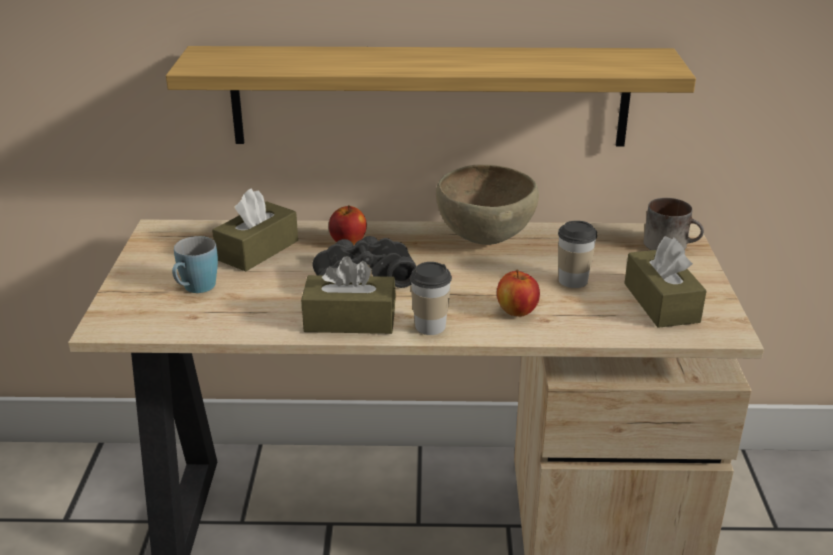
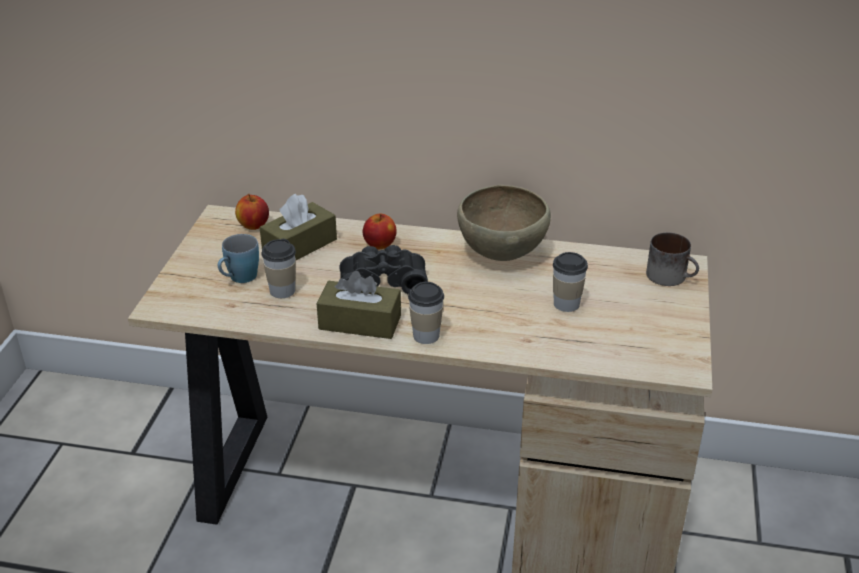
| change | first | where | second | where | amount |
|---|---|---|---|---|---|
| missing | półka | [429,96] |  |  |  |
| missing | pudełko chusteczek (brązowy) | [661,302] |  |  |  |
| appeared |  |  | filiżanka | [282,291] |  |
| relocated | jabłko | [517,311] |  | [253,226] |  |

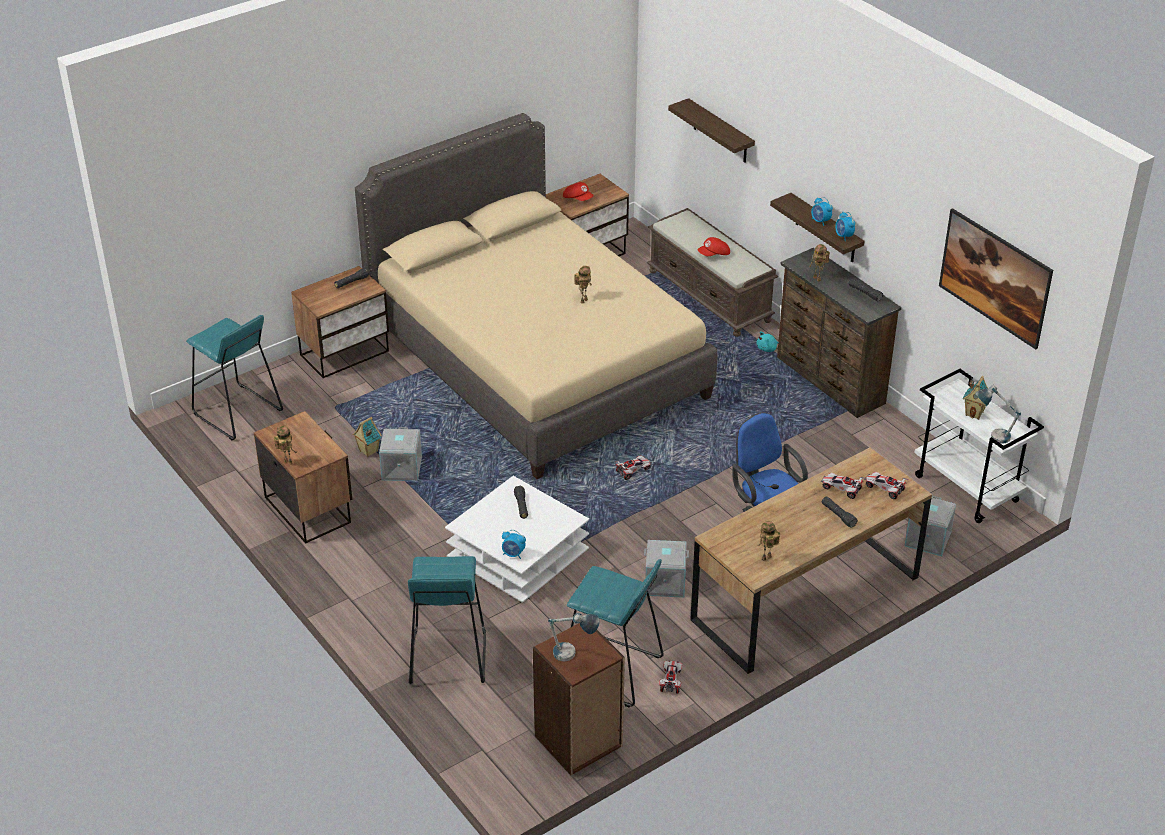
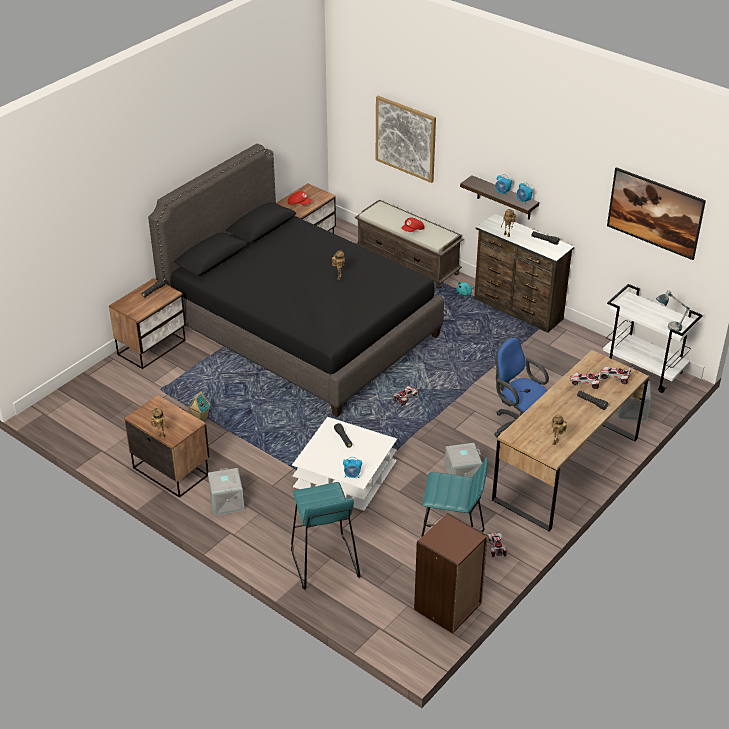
| change | first | where | second | where | amount |
|---|---|---|---|---|---|
| missing | stołek (turkusowy) | [237,413] |  |  |  |
| missing | lampa stołowa | [573,656] |  |  |  |
| missing | domek | [974,413] |  |  |  |
| relocated | pojemnik do przechowywania (szary) | [401,468] |  | [226,502] |  |
| exchanged | półka | [720,132] | obraz | [405,138] |  |
| colour | łóżko (beżowy) | [536,361] | łóżko (czarny) | [300,330] |  |

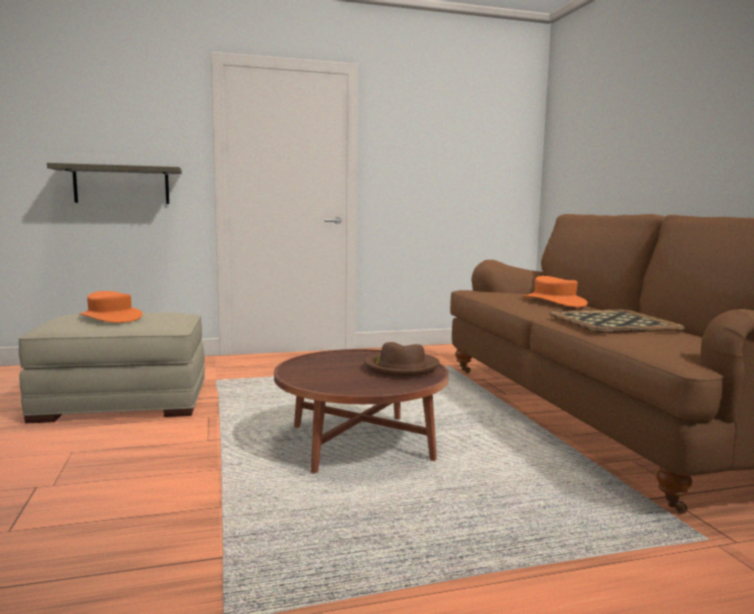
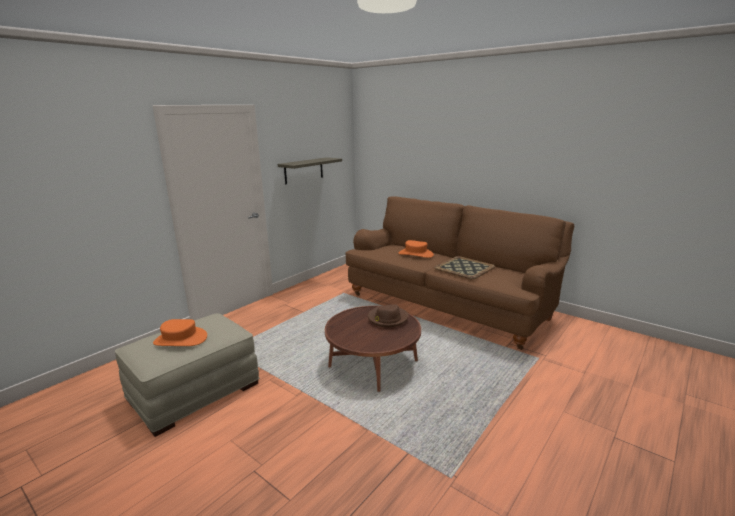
| change | first | where | second | where | amount |
|---|---|---|---|---|---|
| relocated | półka | [122,185] |  | [303,170] |  |

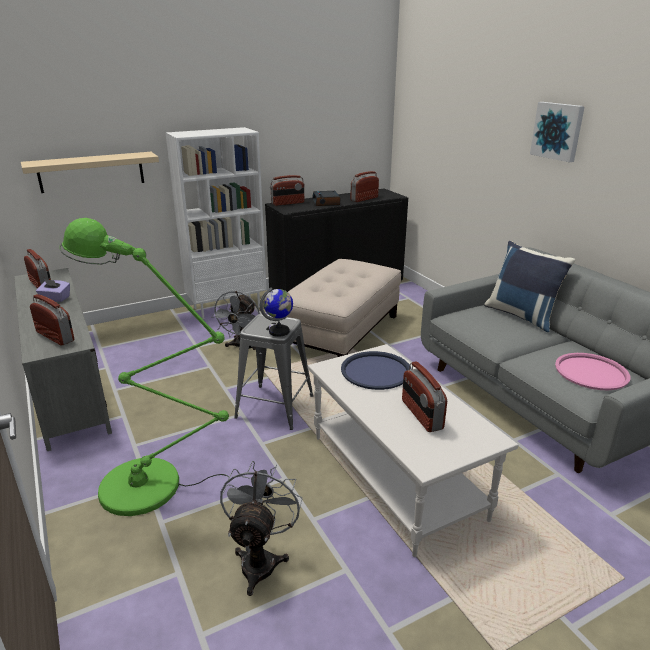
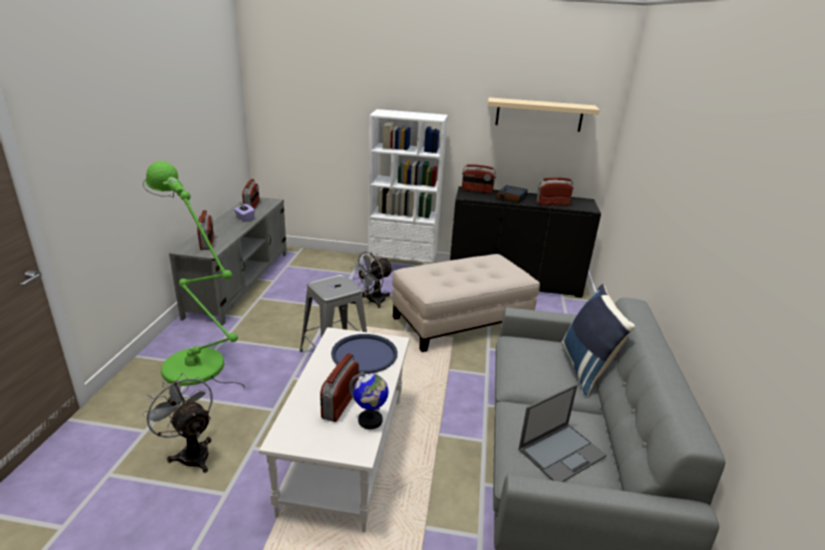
| change | first | where | second | where | amount |
|---|---|---|---|---|---|
| missing | obraz | [558,131] |  |  |  |
| relocated | półka (beżowy) | [91,172] |  | [539,114] |  |
| relocated | globus | [279,332] |  | [370,421] |  |
| exchanged | taca (różowy) | [591,372] | laptop | [562,452] |  |
| spun | wentylator (szary) | [261,559] |  | [191,452] | 90 degrees counterclockwise |

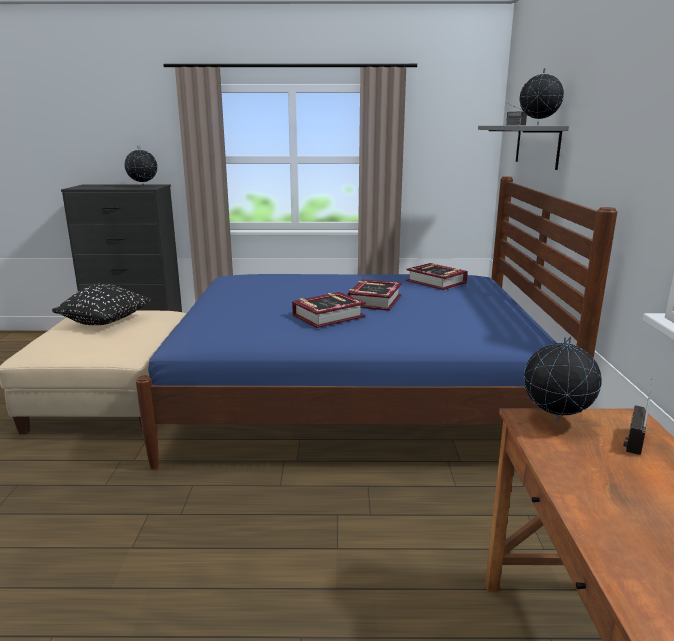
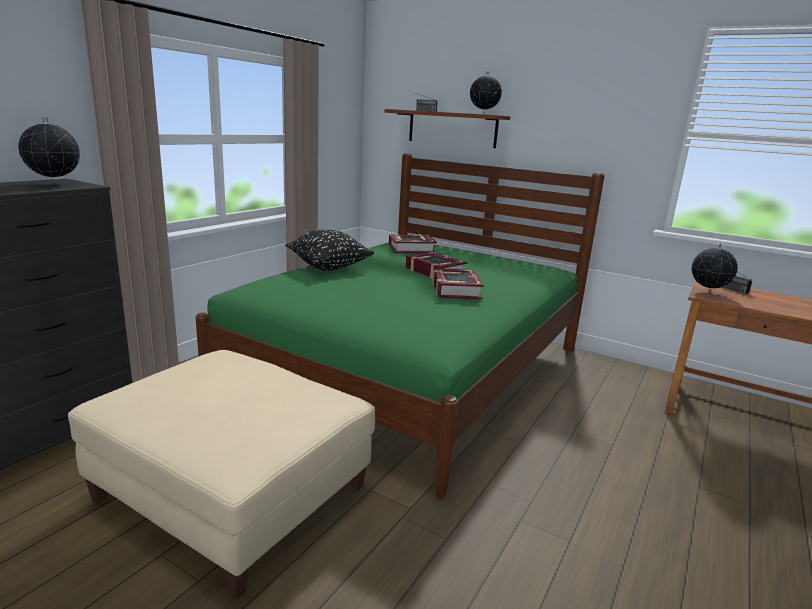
| change | first | where | second | where | amount |
|---|---|---|---|---|---|
| relocated | poduszka (czarny) | [105,322] |  | [329,267] |  |
| colour | łóżko (niebieski) | [355,399] | łóżko (zielony) | [412,369] |  |
| colour | półka (szary) | [537,145] | półka (brązowy) | [452,128] |  |

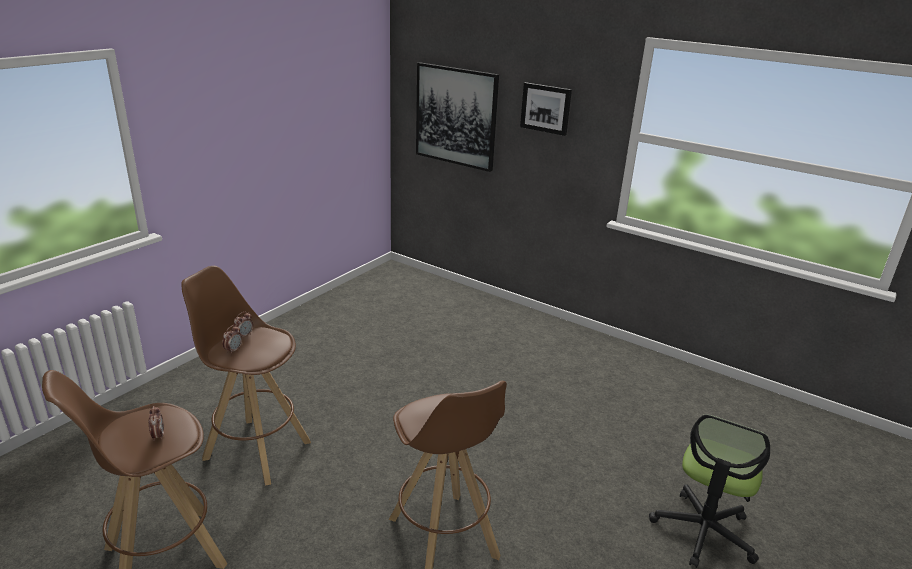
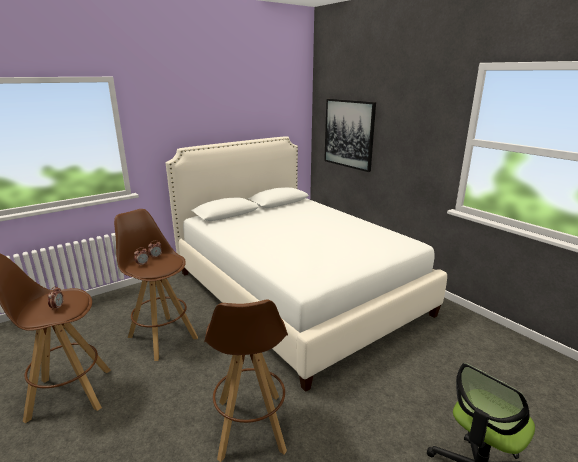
| change | first | where | second | where | amount |
|---|---|---|---|---|---|
| missing | obraz | [546,108] |  |  |  |
| appeared |  |  | łóżko (biały) | [296,292] |  |

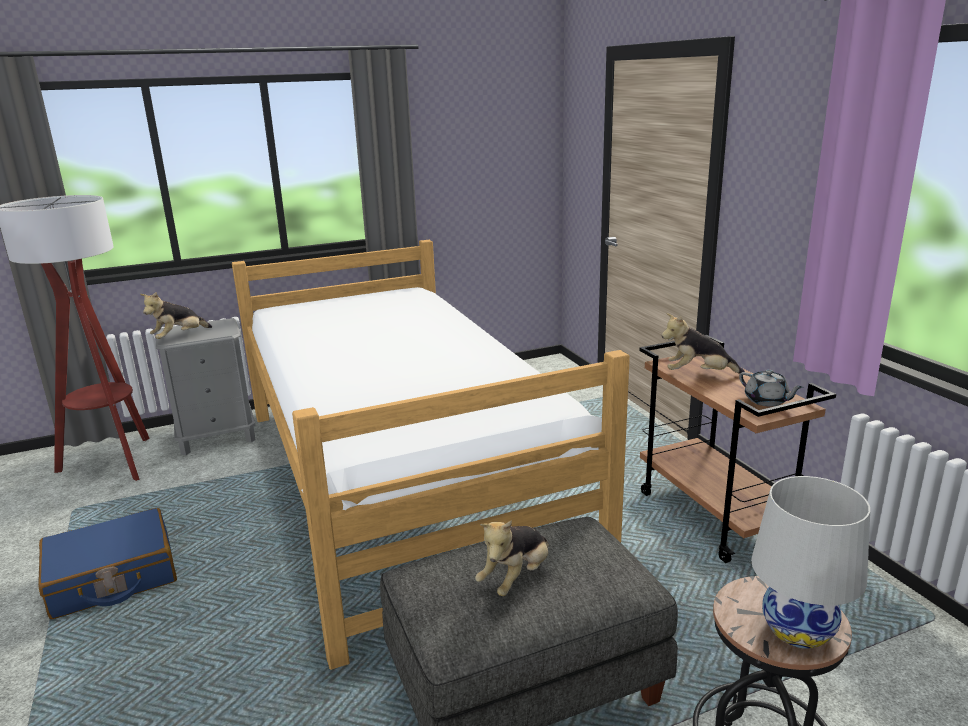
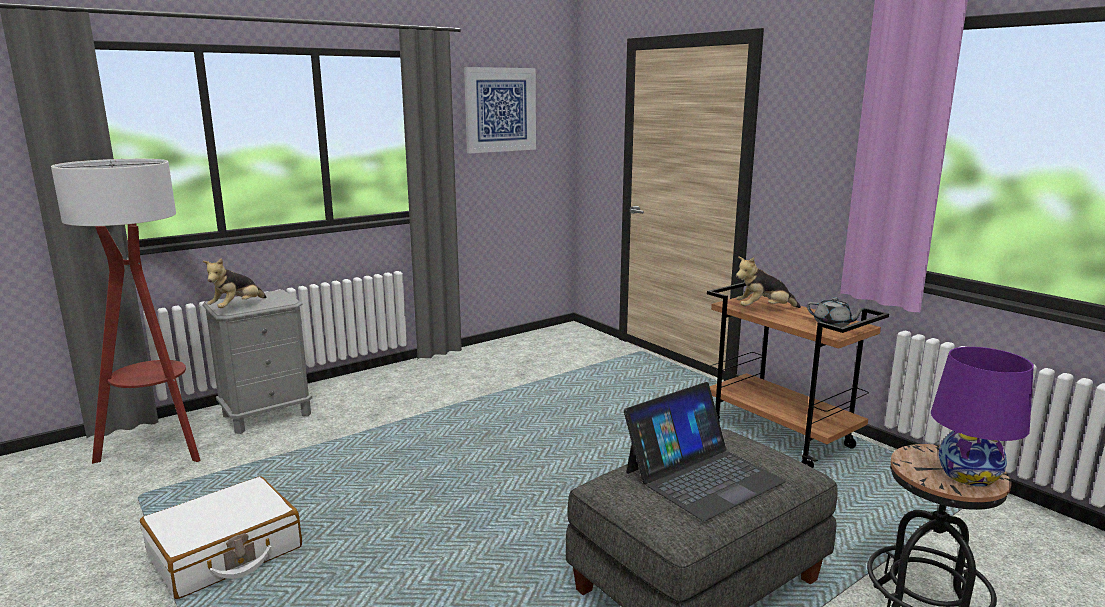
| change | first | where | second | where | amount |
|---|---|---|---|---|---|
| missing | łóżko | [402,482] |  |  |  |
| appeared |  |  | obraz | [500,110] |  |
| exchanged | pluszak | [516,578] | laptop | [702,476] |  |
| colour | walizka (niebieski) | [112,578] | walizka (biały) | [225,552] |  |
| colour | lampa stołowa (biały) | [798,629] | lampa stołowa (fioletowy) | [968,475] |  |

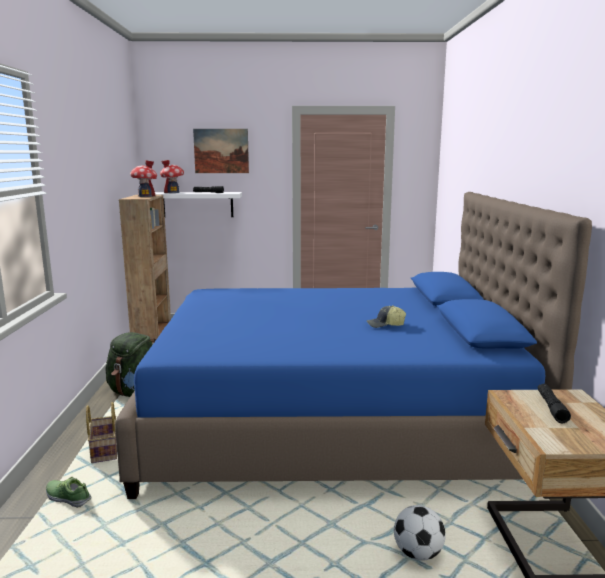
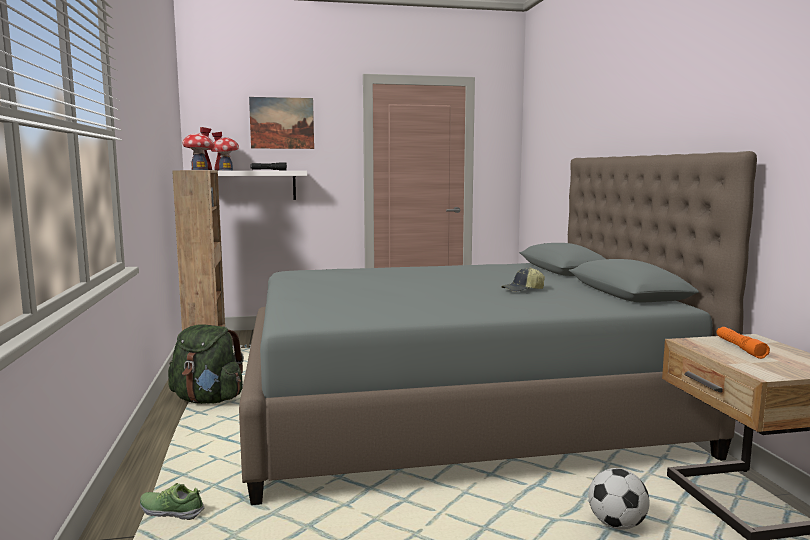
| change | first | where | second | where | amount |
|---|---|---|---|---|---|
| missing | koszyk | [103,450] |  |  |  |
| colour | łóżko (niebieski) | [331,421] | łóżko (szary) | [457,411] |  |
| colour | latarka (czarny) | [551,408] | latarka (pomarańczowy) | [740,348] |  |

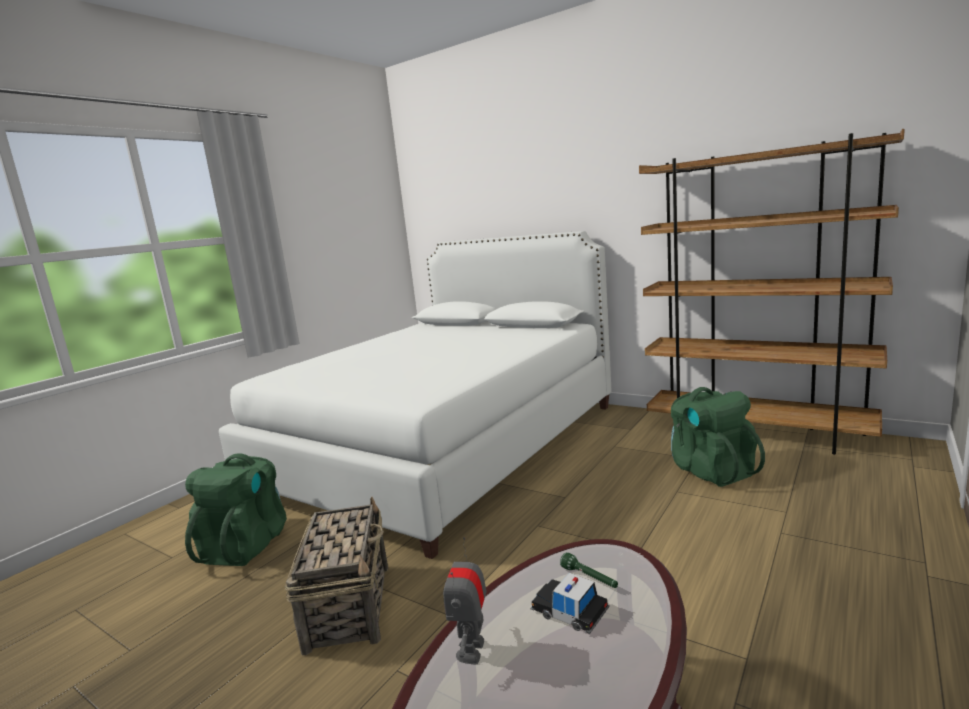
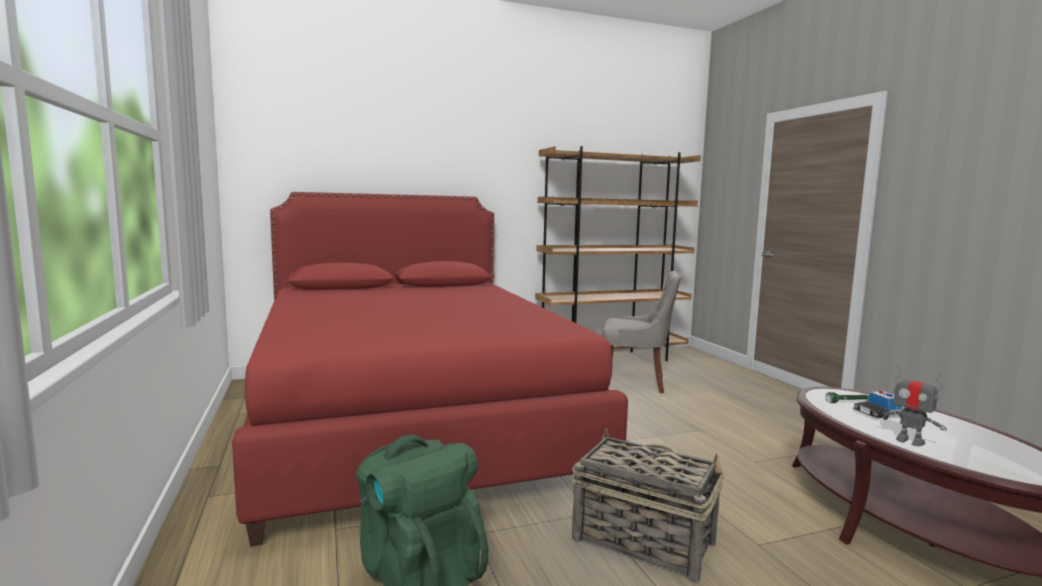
| change | first | where | second | where | amount |
|---|---|---|---|---|---|
| exchanged | plecak (zielony) | [711,470] | krzesło (szary) | [636,382] |  |
| colour | łóżko (biały) | [443,446] | łóżko (czerwony) | [412,421] |  |

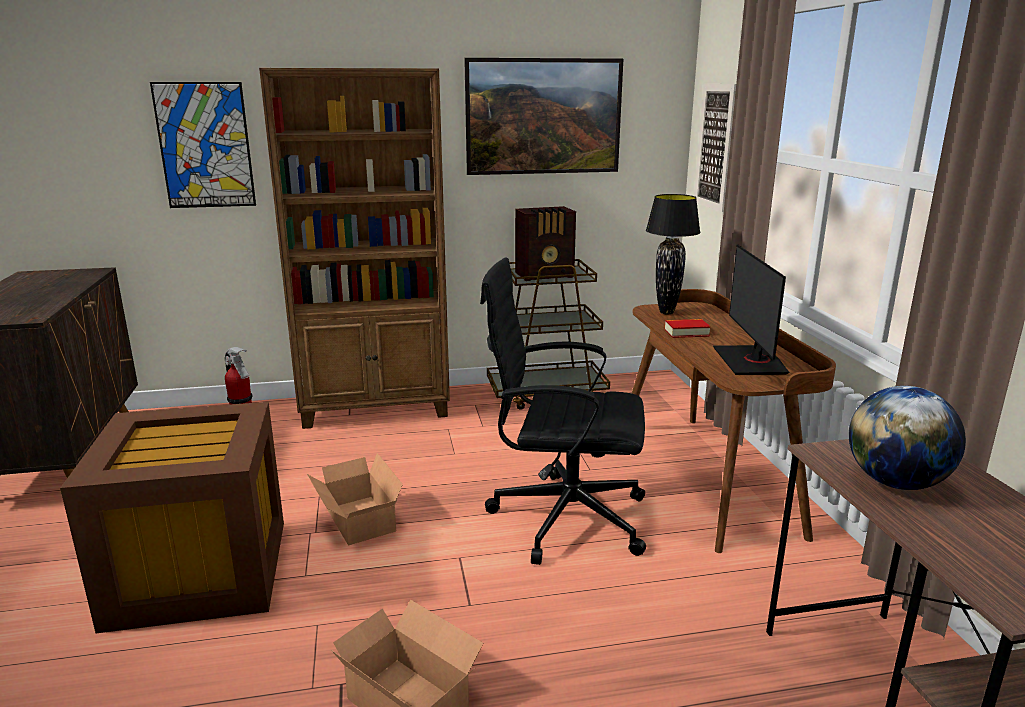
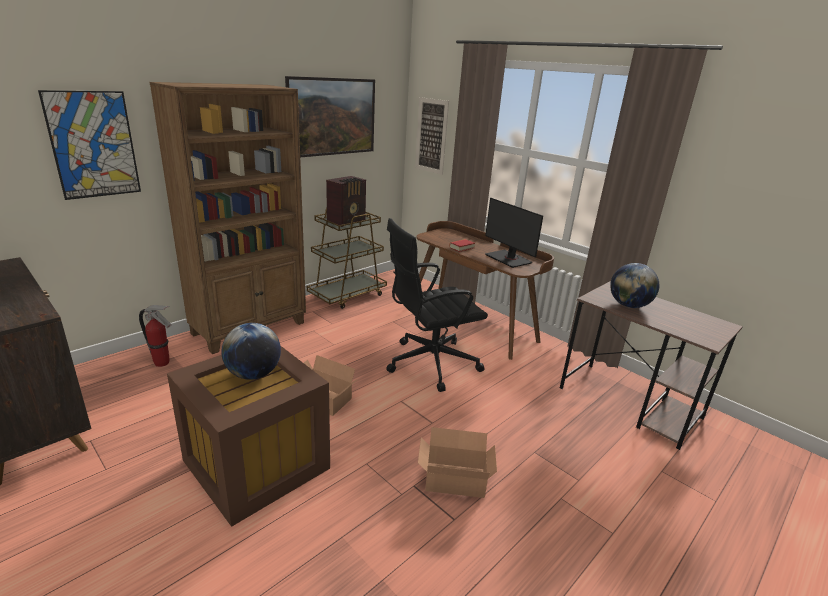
| change | first | where | second | where | amount |
|---|---|---|---|---|---|
| missing | lampa stołowa (czarny) | [666,312] |  |  |  |
| appeared |  |  | globus | [254,374] |  |

